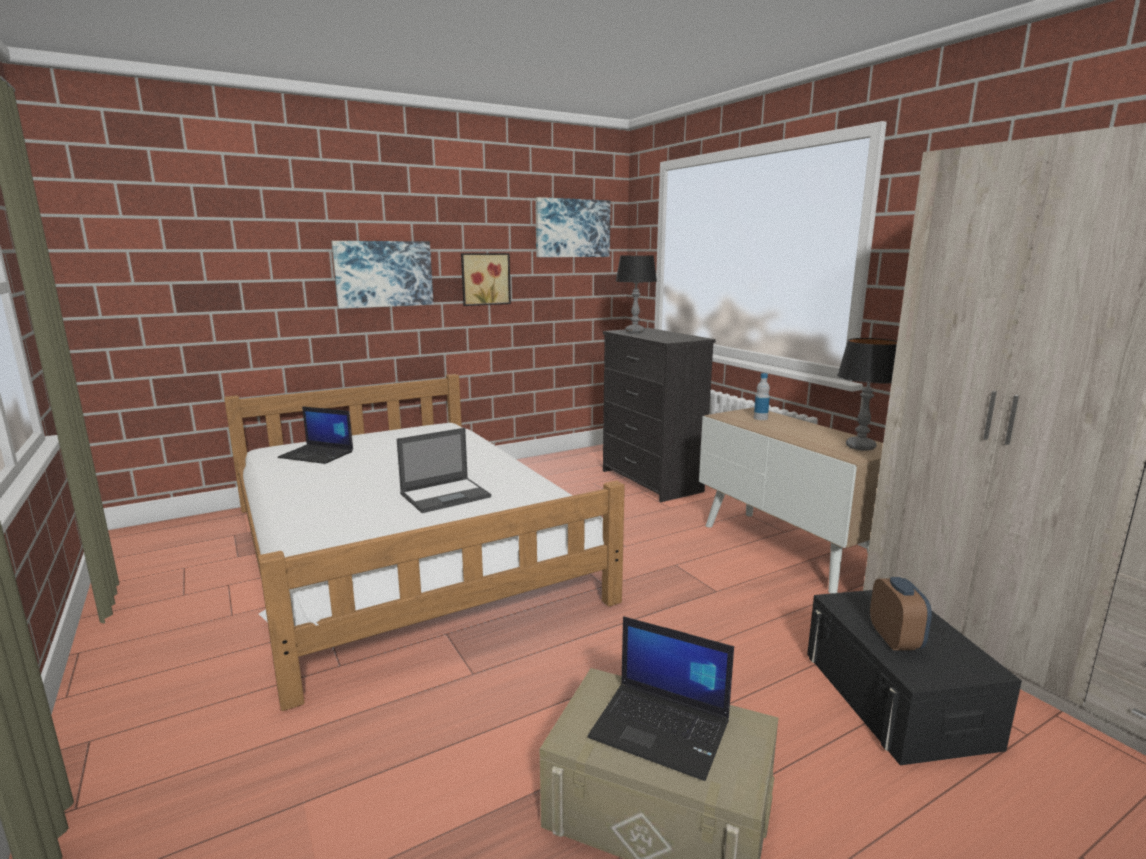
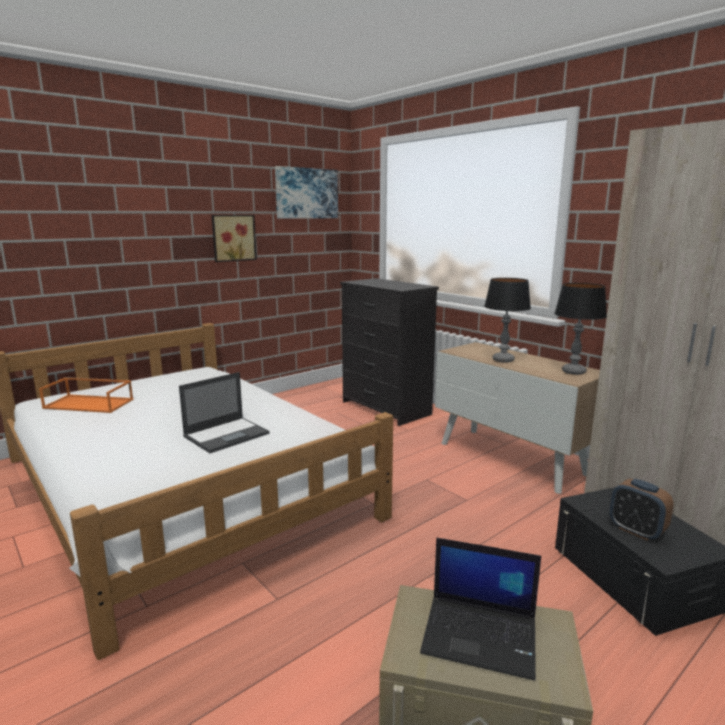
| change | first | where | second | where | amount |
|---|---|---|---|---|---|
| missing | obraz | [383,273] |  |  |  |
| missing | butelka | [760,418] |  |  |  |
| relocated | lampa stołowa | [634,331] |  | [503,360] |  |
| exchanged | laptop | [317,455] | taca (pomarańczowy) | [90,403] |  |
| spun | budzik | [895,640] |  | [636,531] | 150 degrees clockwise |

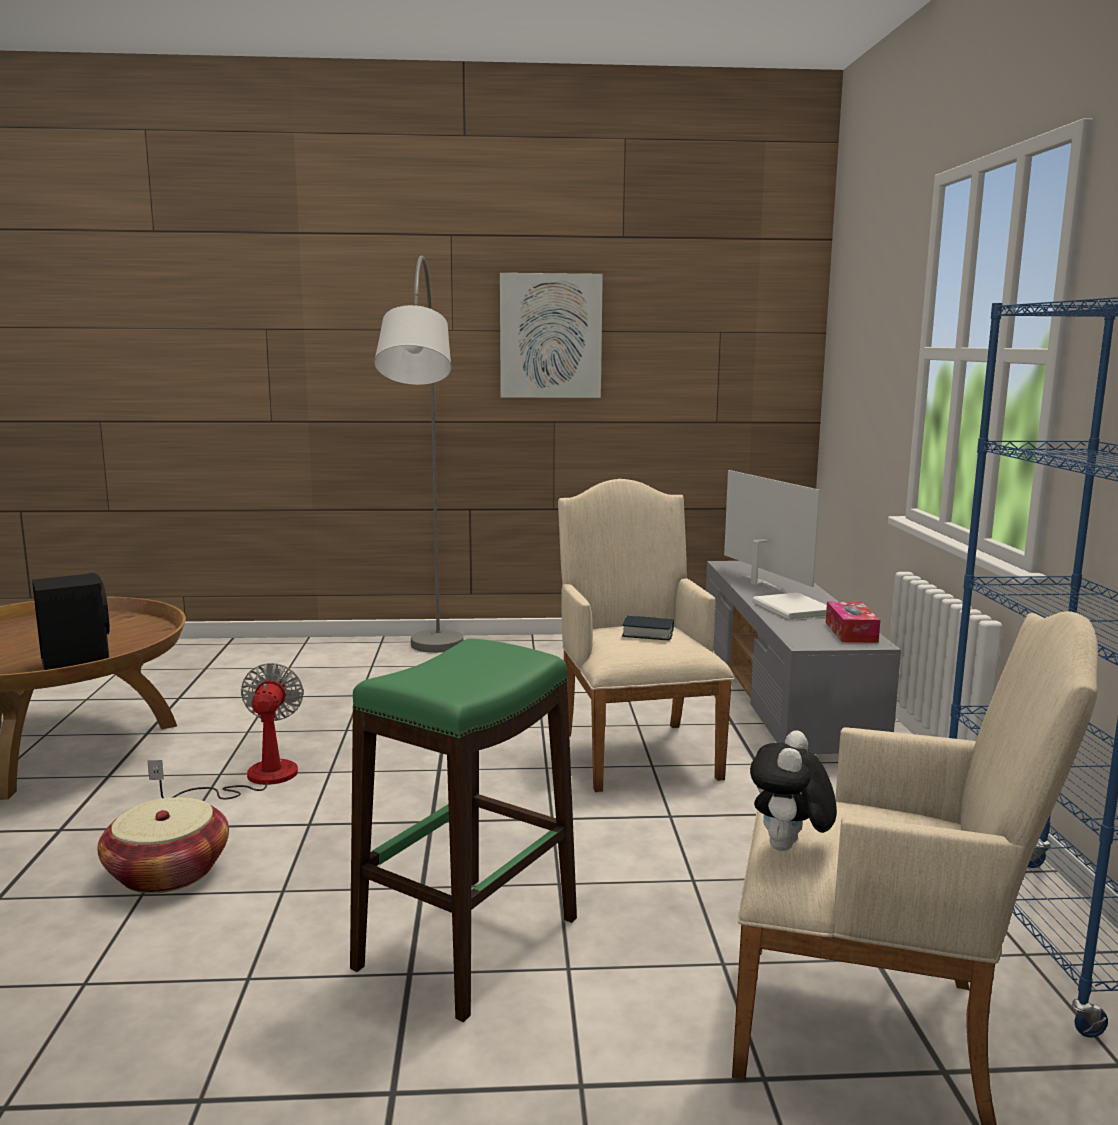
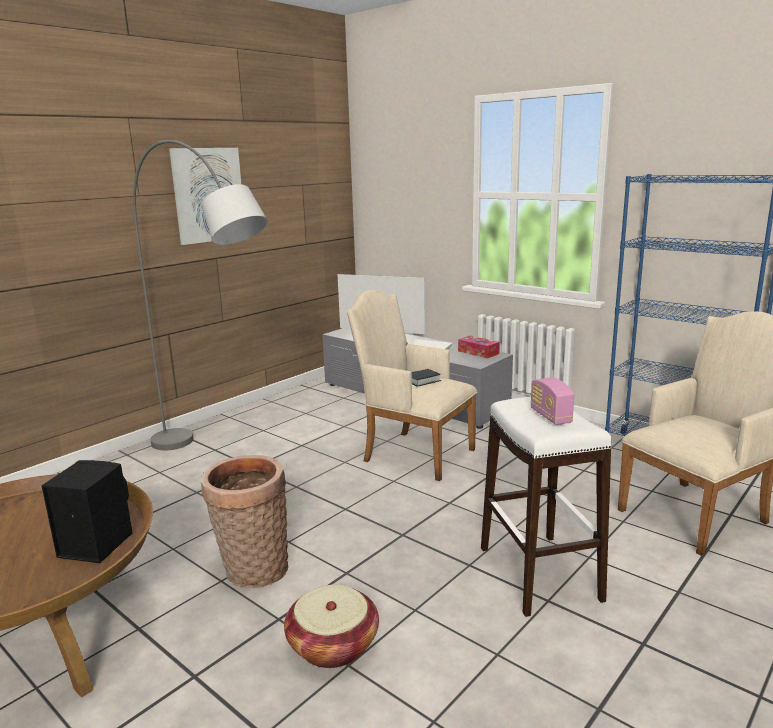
| change | first | where | second | where | amount |
|---|---|---|---|---|---|
| missing | pluszak | [788,849] |  |  |  |
| appeared |  |  | radio | [550,416] |  |
| exchanged | wentylator | [254,779] | koszyk | [252,571] |  |
| colour | stołek (zielony) | [468,943] | stołek (biały) | [539,573] |  |

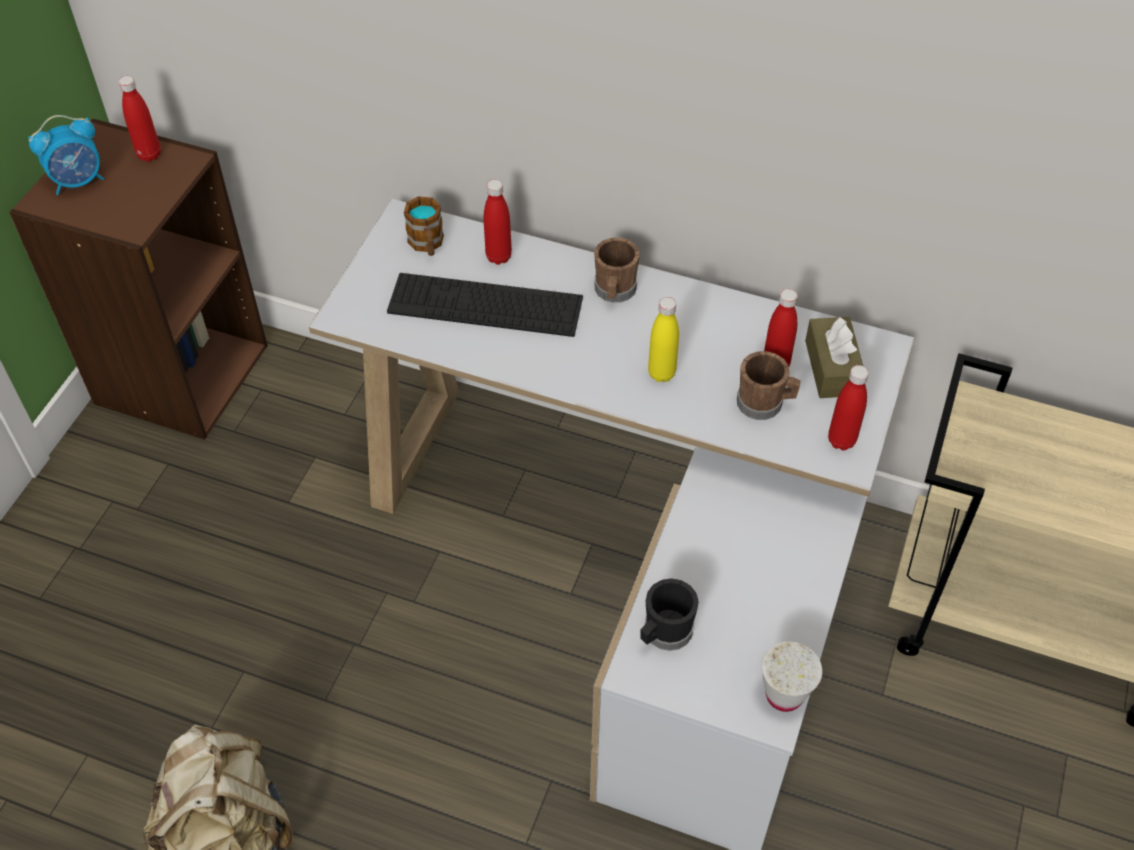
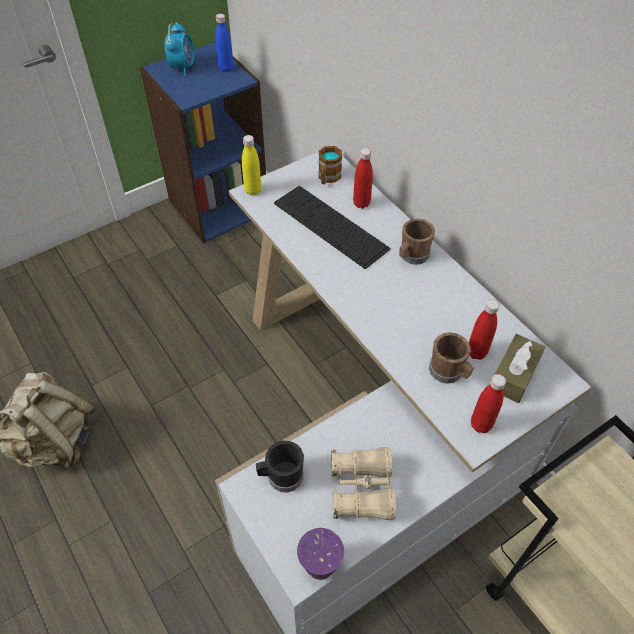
| change | first | where | second | where | amount |
|---|---|---|---|---|---|
| appeared |  |  | lornetka (beżowy) | [362,489] |  |
| relocated | butelka (żółty) | [661,373] |  | [253,190] |  |
| colour | regał (brązowy) | [180,373] | regał (niebieski) | [218,205] |  |
| colour | butelka (czerwony) | [149,155] | butelka (niebieski) | [226,68] |  |
| colour | filiżanka (biały) | [784,695] | filiżanka (fioletowy) | [320,565] |  |
| spun | budzik | [79,181] |  | [182,67] | 90 degrees counterclockwise |

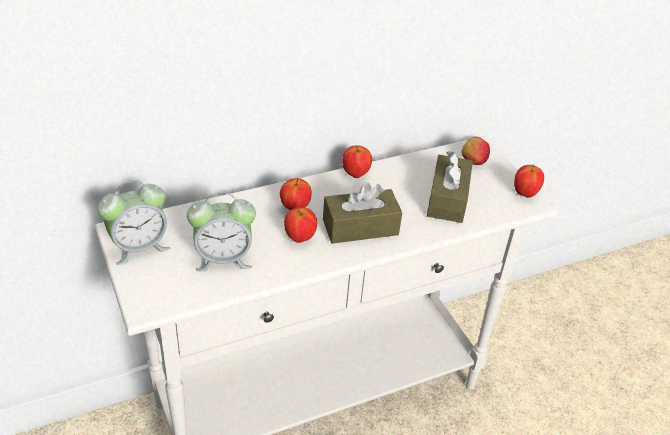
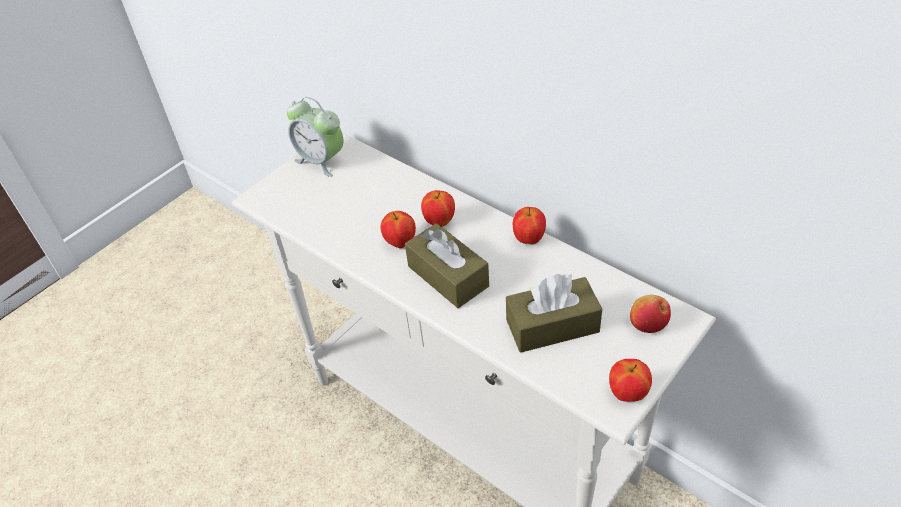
| change | first | where | second | where | amount |
|---|---|---|---|---|---|
| missing | budzik | [223,258] |  |  |  |

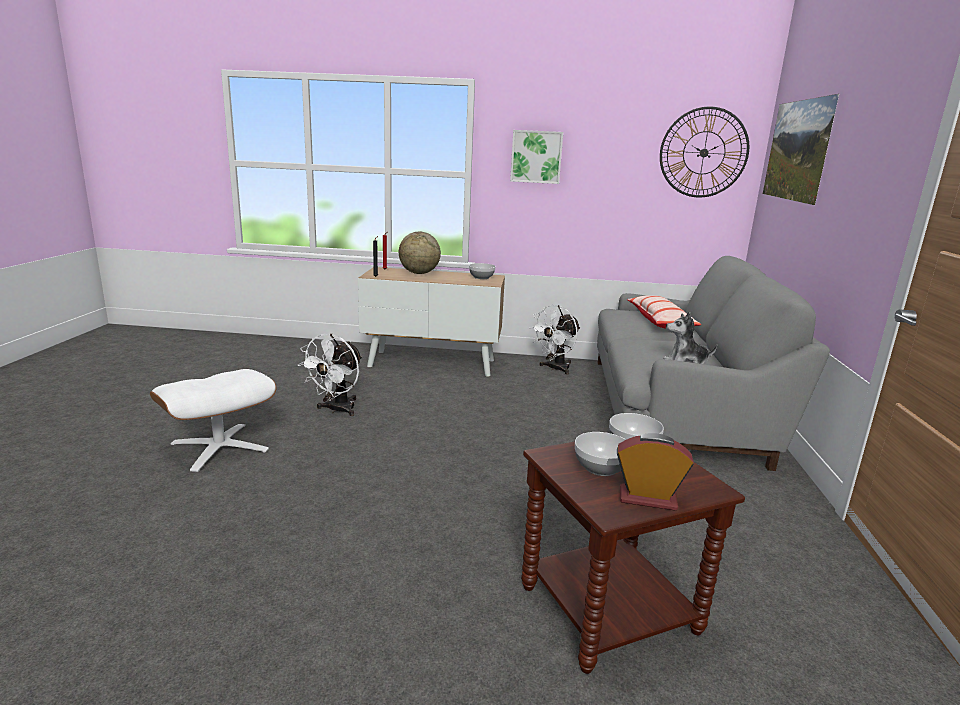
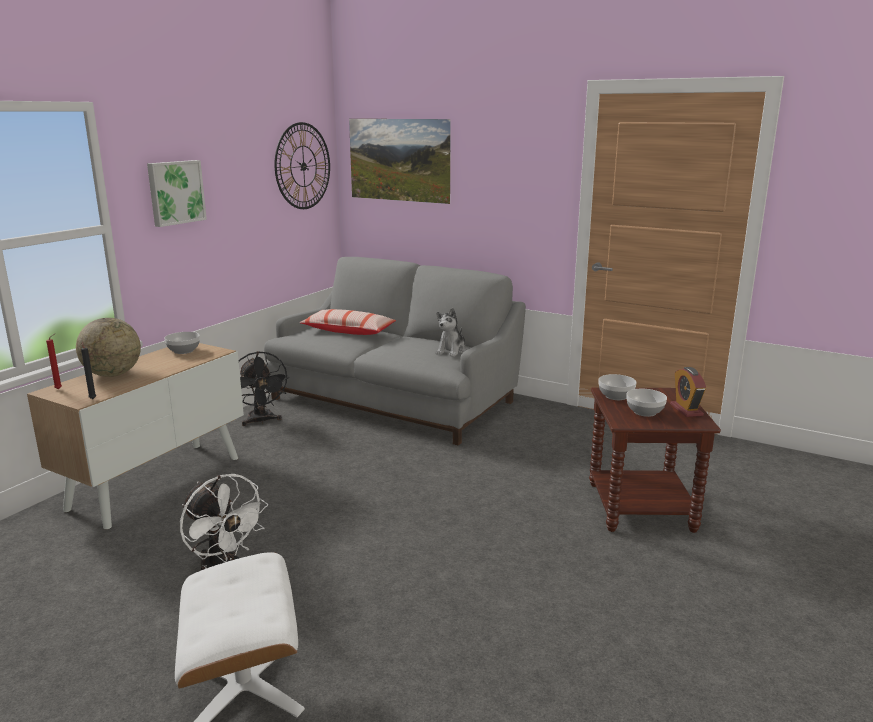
| change | first | where | second | where | amount |
|---|---|---|---|---|---|
| colour | wentylator (biały) | [555,369] | wentylator (czarny) | [261,421] |  |
| spun | budzik | [647,499] |  | [686,410] | 45 degrees counterclockwise |

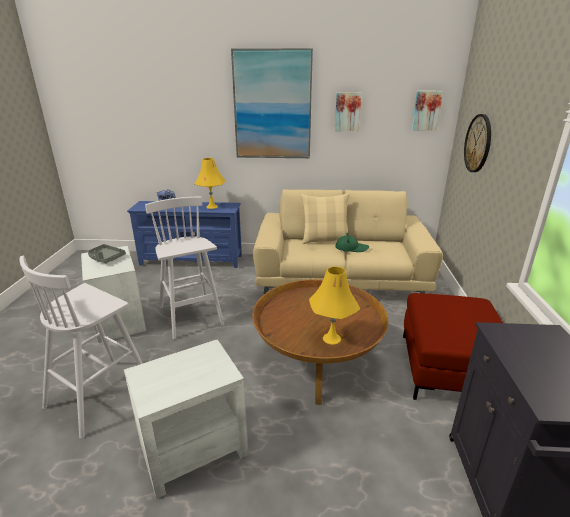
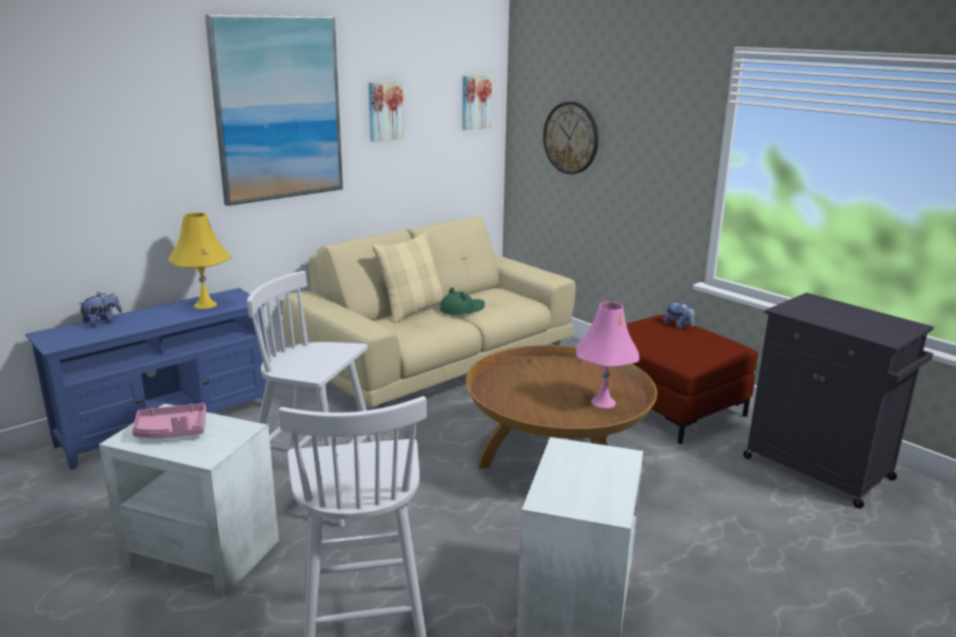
| change | first | where | second | where | amount |
|---|---|---|---|---|---|
| appeared |  |  | pluszak | [678,326] |  |
| colour | taca (szary) | [106,258] | taca (różowy) | [172,431] |  |
| colour | lampa stołowa (żółty) | [332,338] | lampa stołowa (różowy) | [603,402] |  |

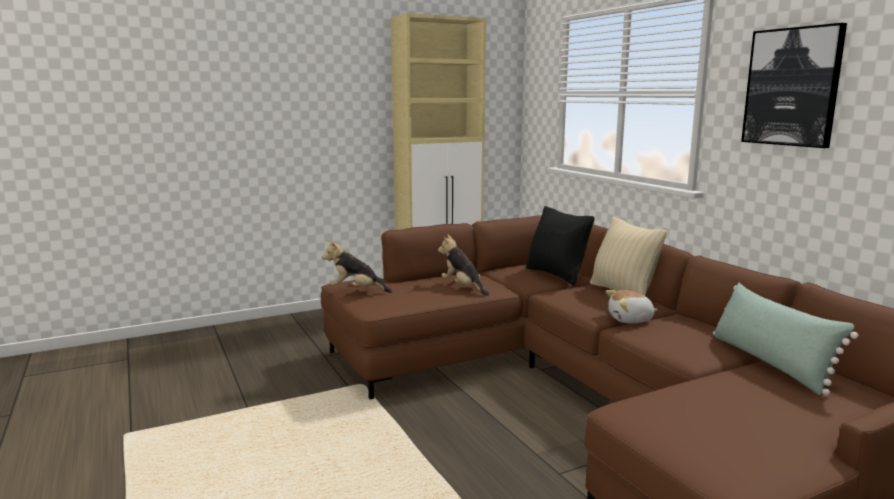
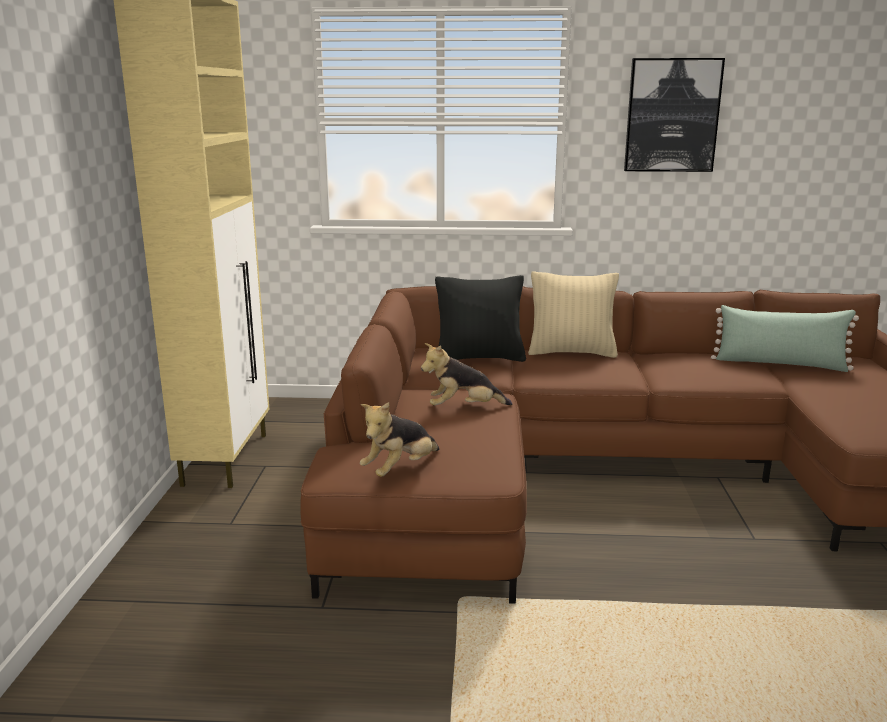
| change | first | where | second | where | amount |
|---|---|---|---|---|---|
| missing | pluszak | [630,320] |  |  |  |

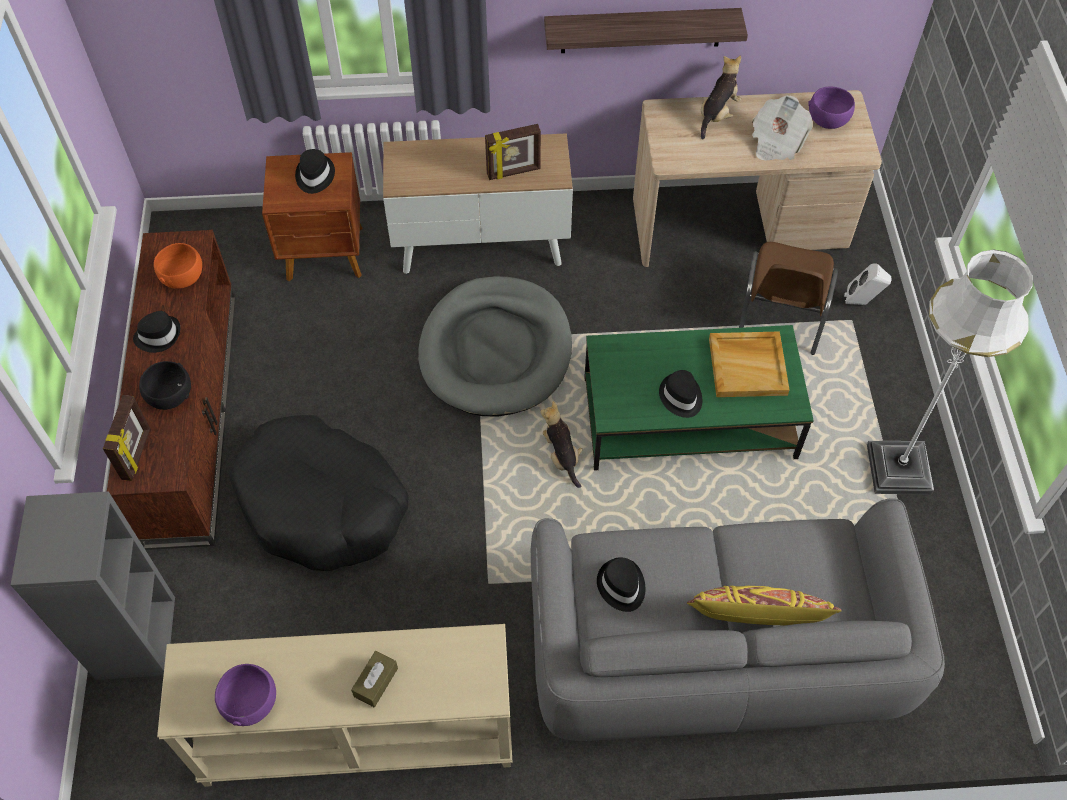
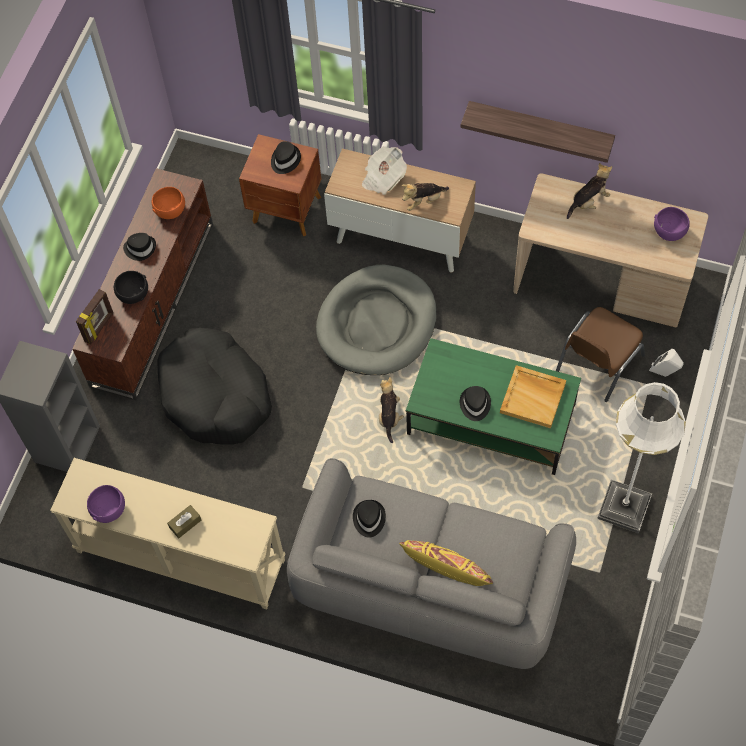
| change | first | where | second | where | amount |
|---|---|---|---|---|---|
| relocated | gazeta | [776,142] |  | [383,178] |  |
| exchanged | ramka na zdjęcie | [513,172] | pluszak | [423,201] |  |

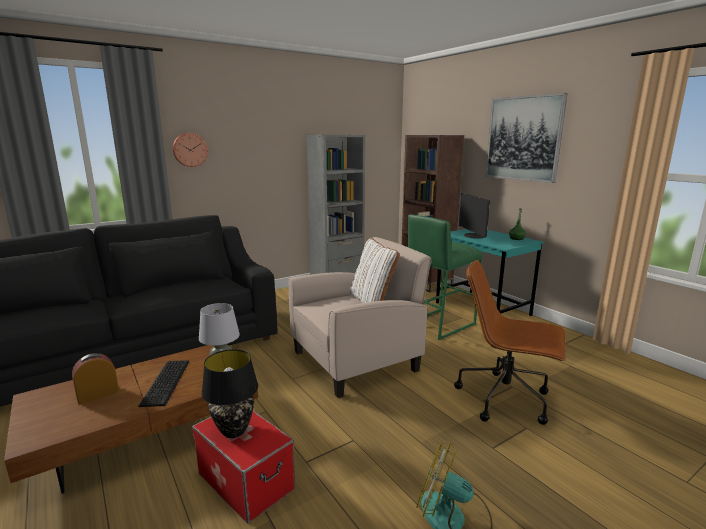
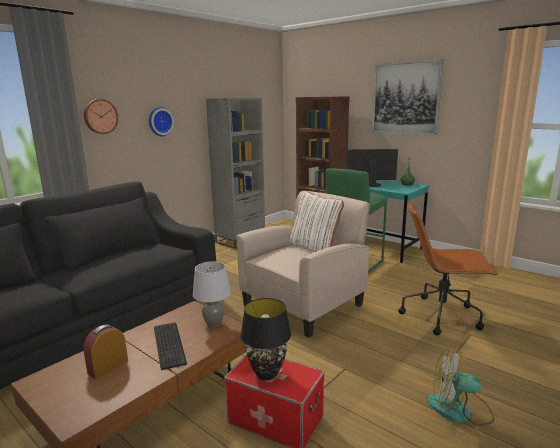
| change | first | where | second | where | amount |
|---|---|---|---|---|---|
| appeared |  |  | zegar ścienny | [159,121] |  |
| spun | monitor | [473,236] |  | [371,185] | 120 degrees clockwise |

